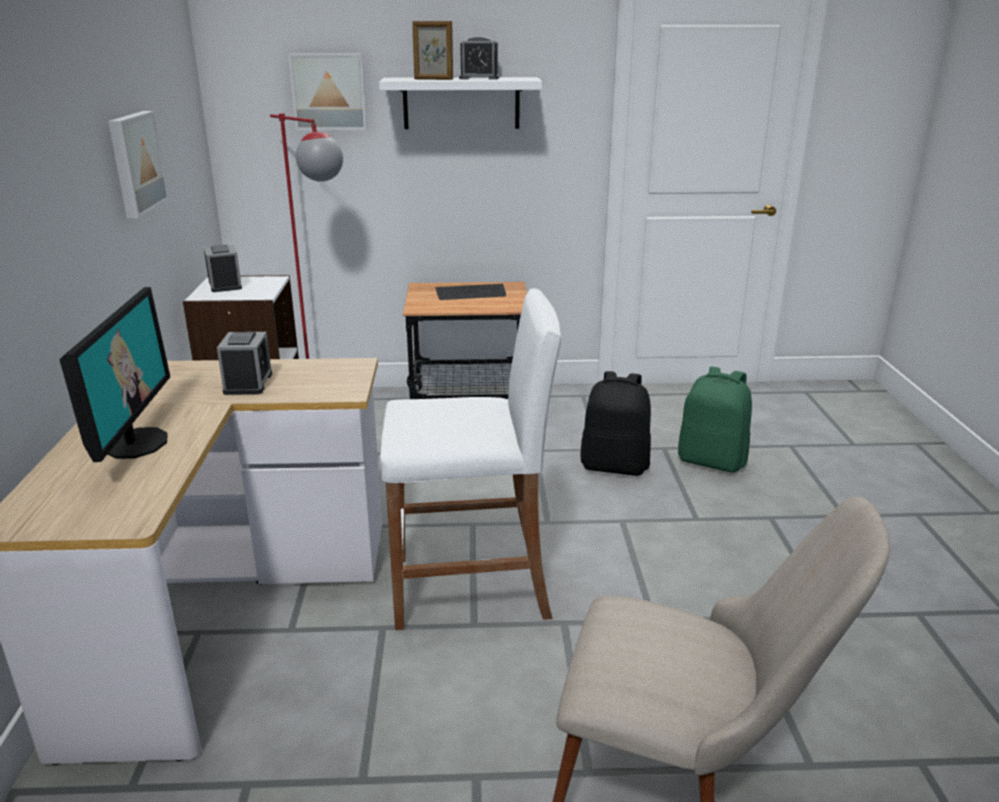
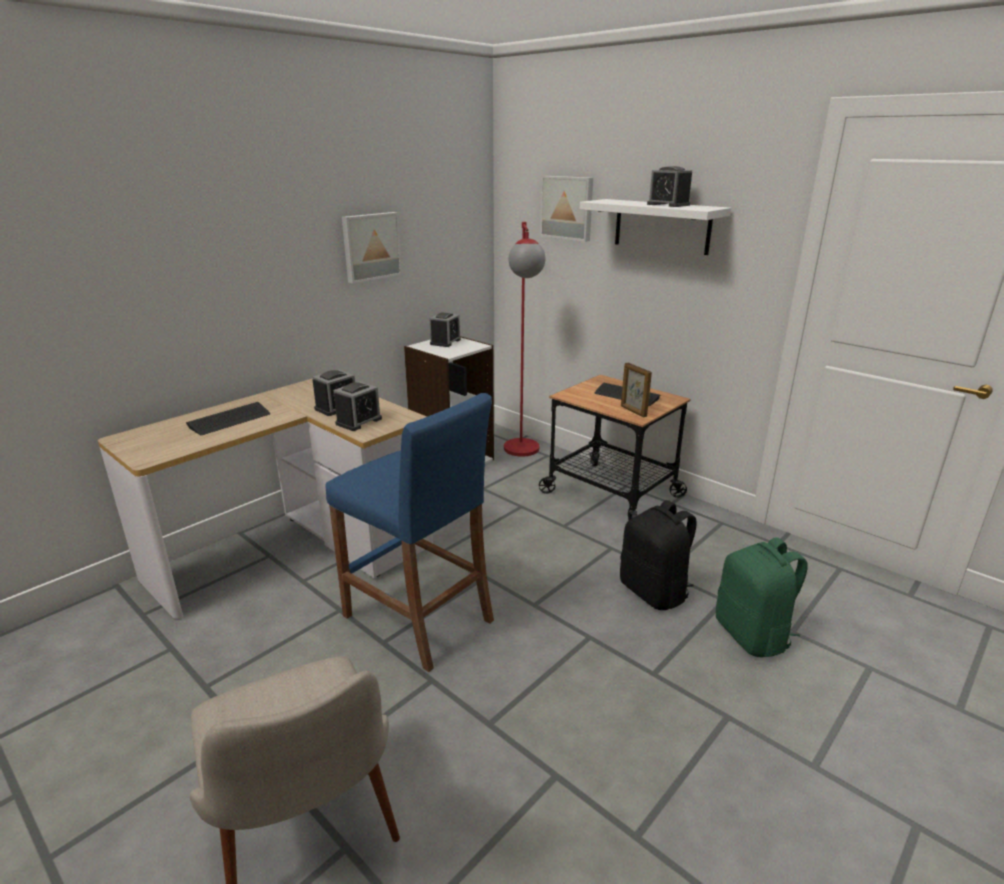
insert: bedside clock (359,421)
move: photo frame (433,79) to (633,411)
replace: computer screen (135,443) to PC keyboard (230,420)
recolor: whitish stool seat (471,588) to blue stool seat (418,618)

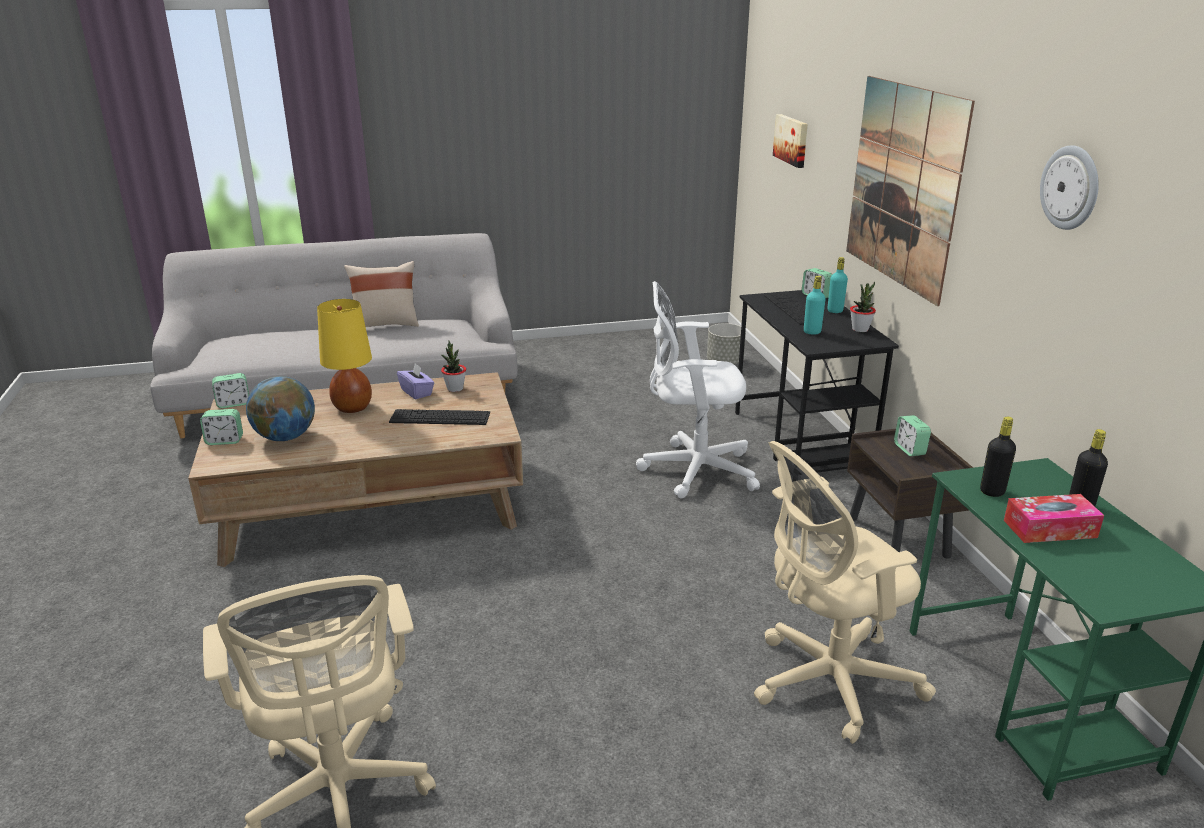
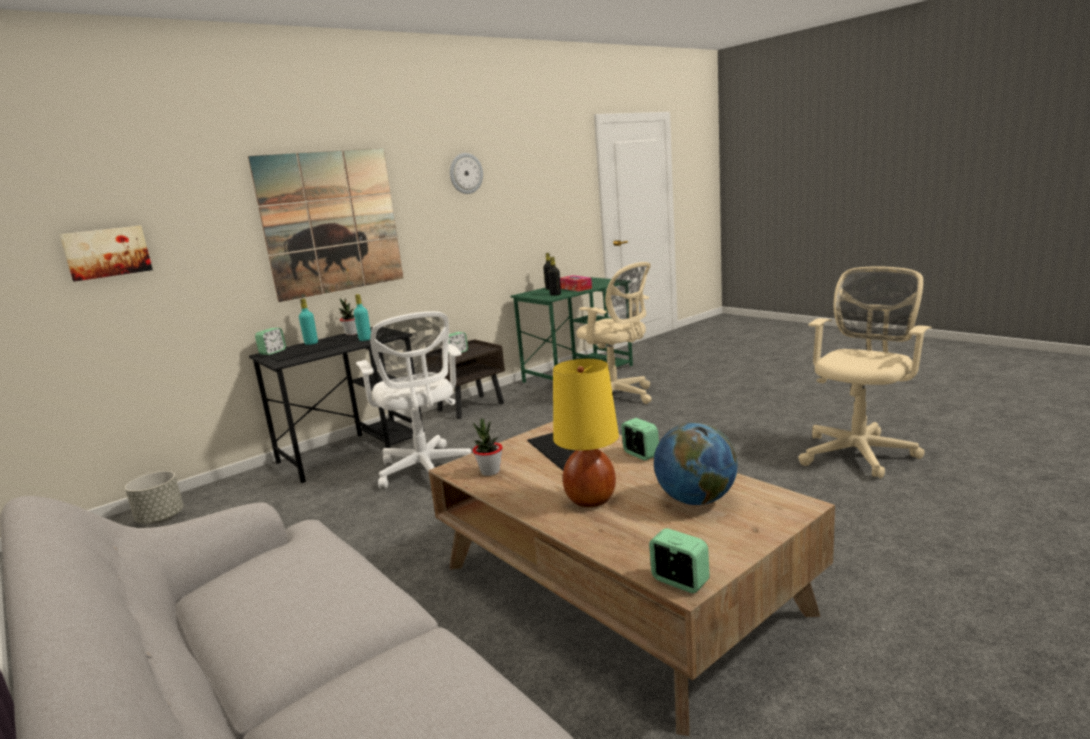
delete: beige-coloured throw pillow (385,324); purple-coloured box of tissues (417,392)
move: bedside clock (224,441) to (640,454)

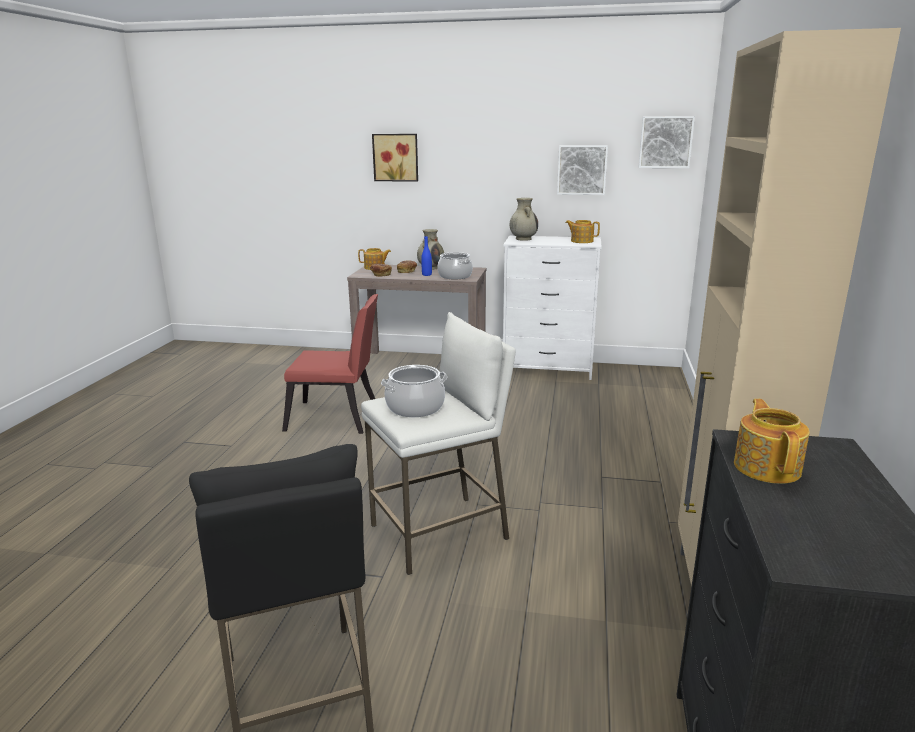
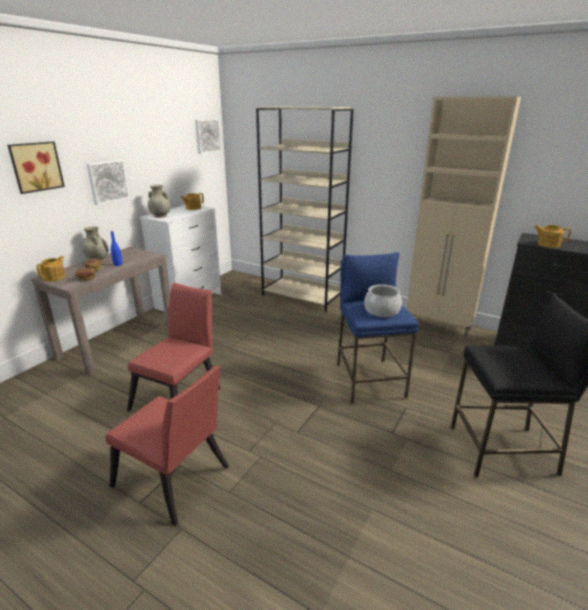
delete: cooking pot (455,276)
insert: beige-coloured bookshelf (302,296); reddish chair (175,481)
move: wall picture (582,170) to (107,181)
recolor: whitish stool seat (440,532) to blue stool seat (369,380)

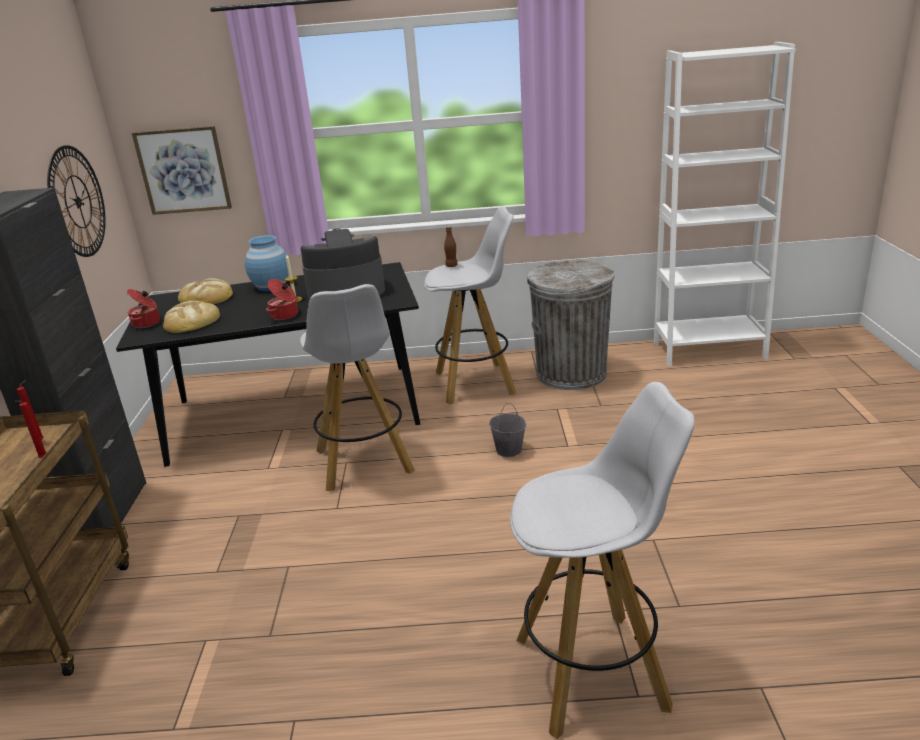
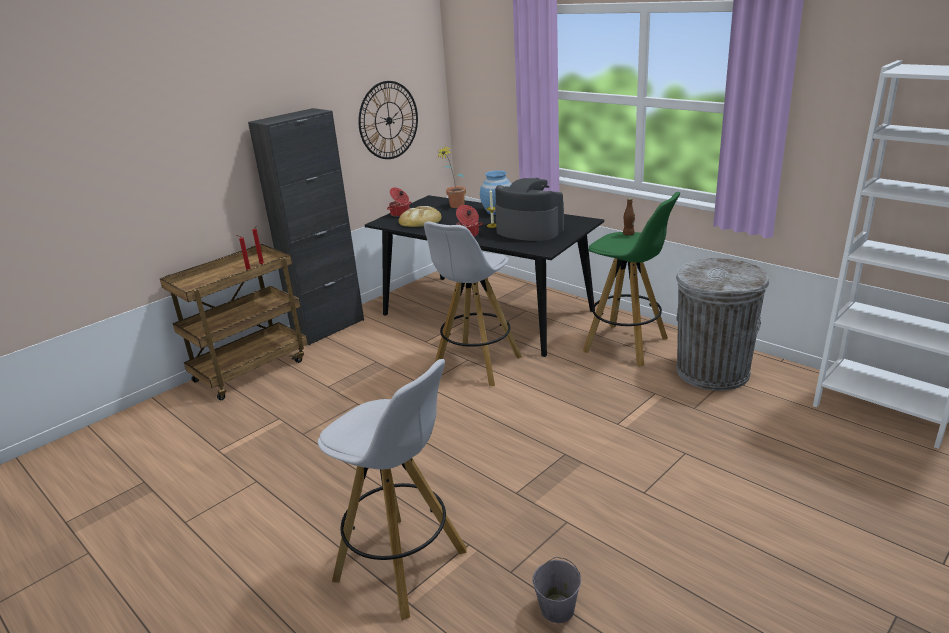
delete: wall picture (183,170)
move: greyish water bucket (508,450) to (557,609)
replace: bakery bread (207,297) to plant in a pot (454,207)
recolor: whitish stool seat (476,383) to green-coloured stool seat (627,345)

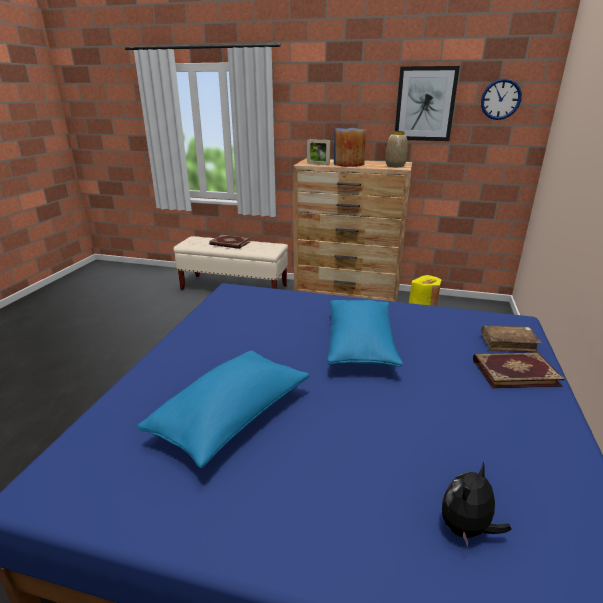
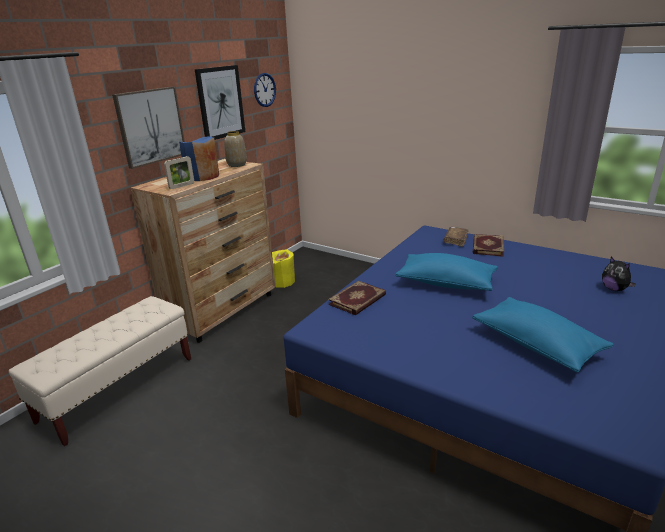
insert: wall picture (150,126)
move: bound book (229,243) to (358,300)

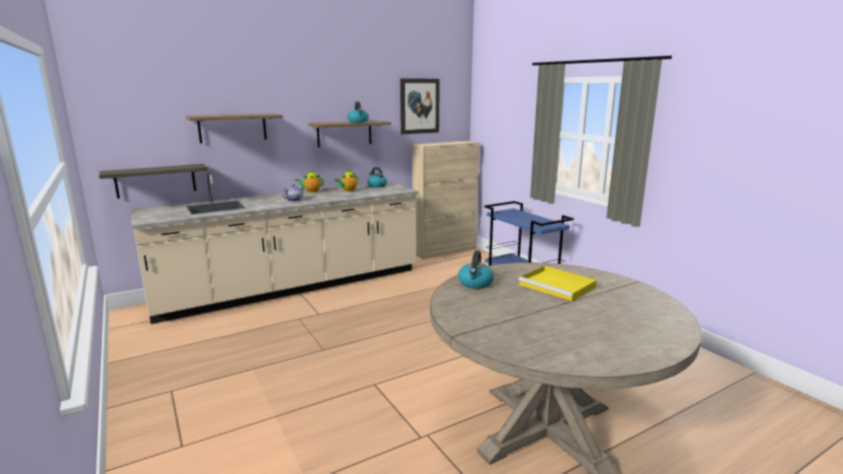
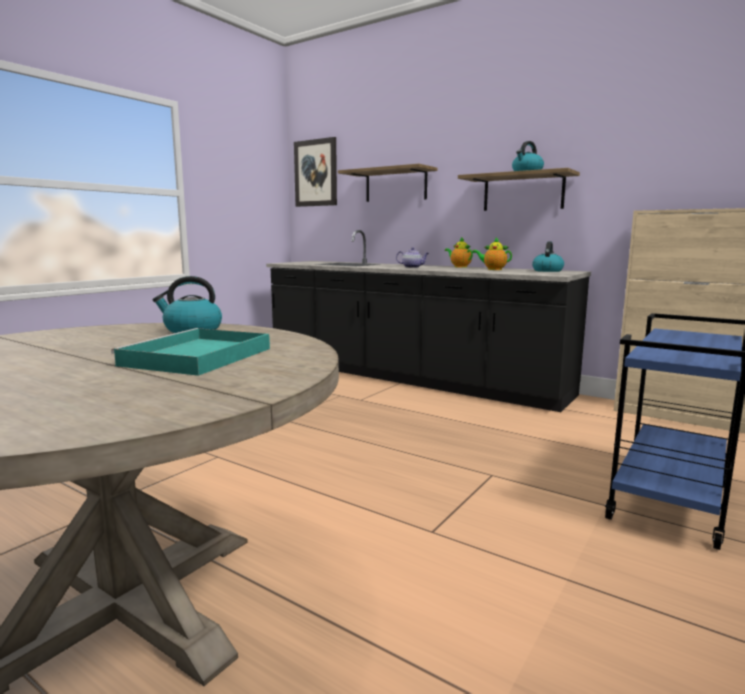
delete: wall shelf (156,181)
move: wall picture (419,106) to (316,173)
recolor: beige-coloured counter (292,287) to black-coloured counter (409,377); yellow serving tray (558,286) to turquoise serving tray (196,357)

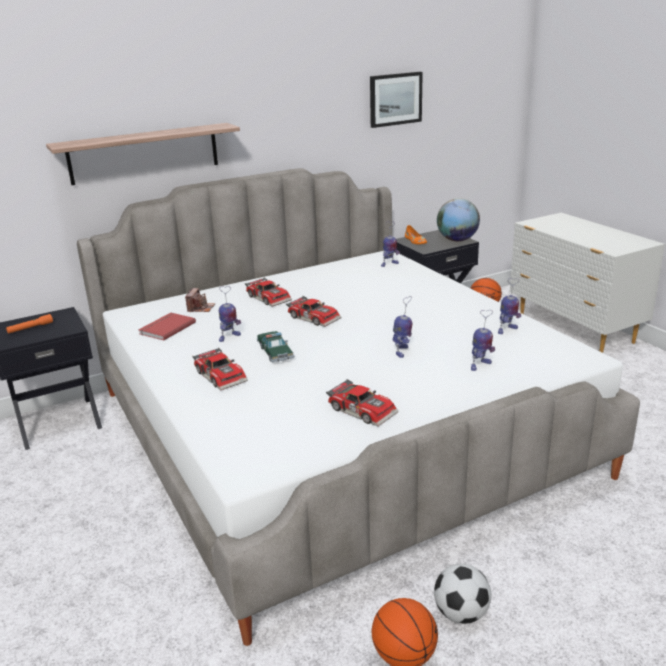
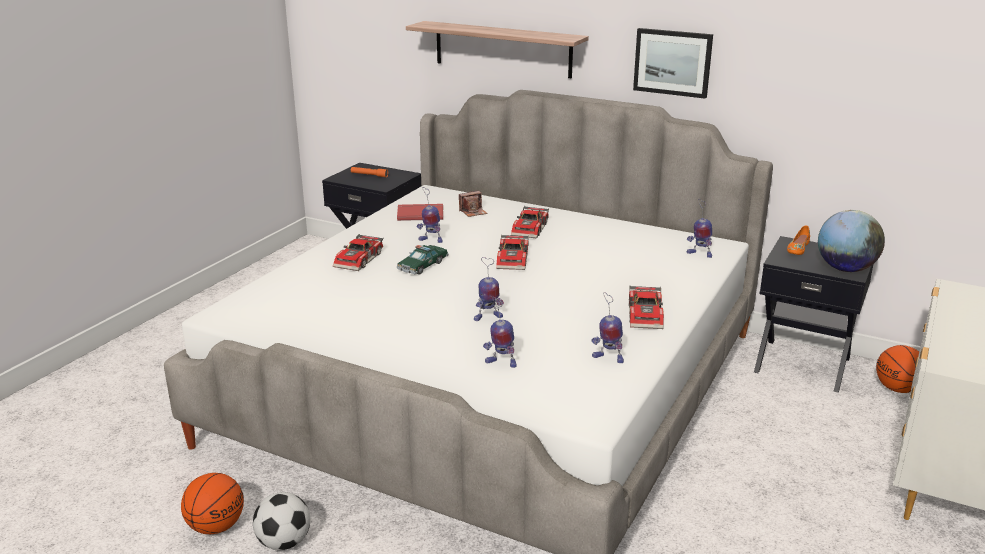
move: wall picture (395,99) to (672,62); miniature car (363,409) to (647,315)

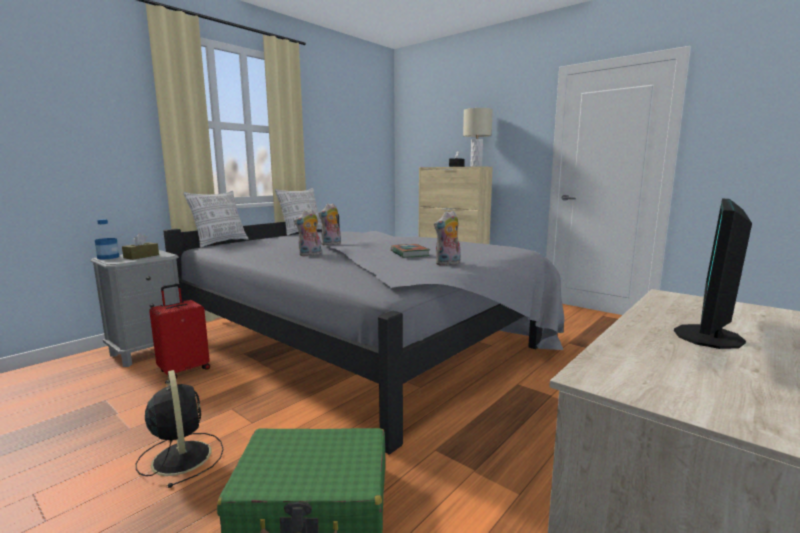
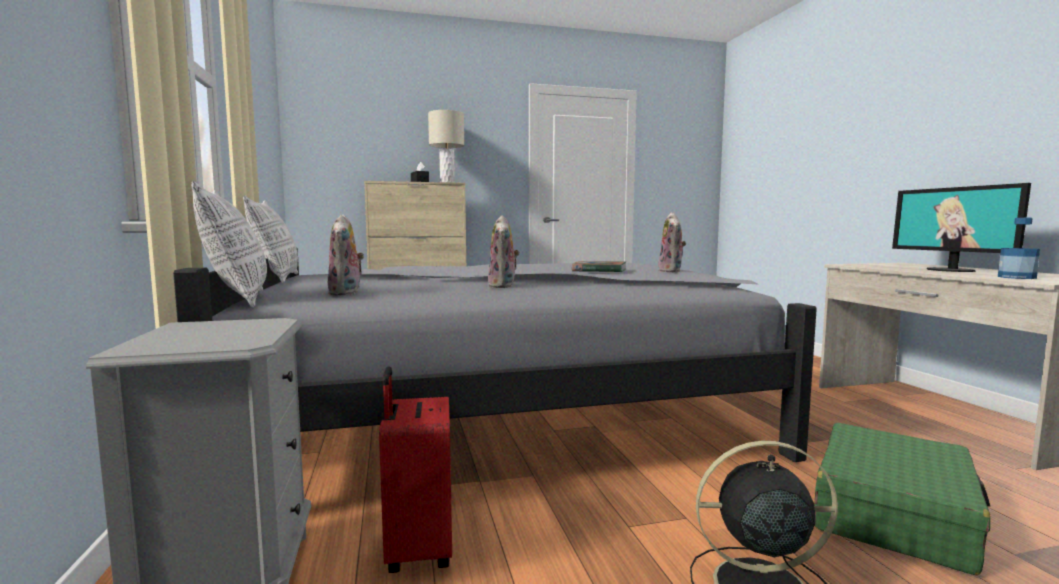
delete: brown box of tissues (141,256)
move: plush toy (331,244) to (346,293); bottle (108,257) to (1016,277)

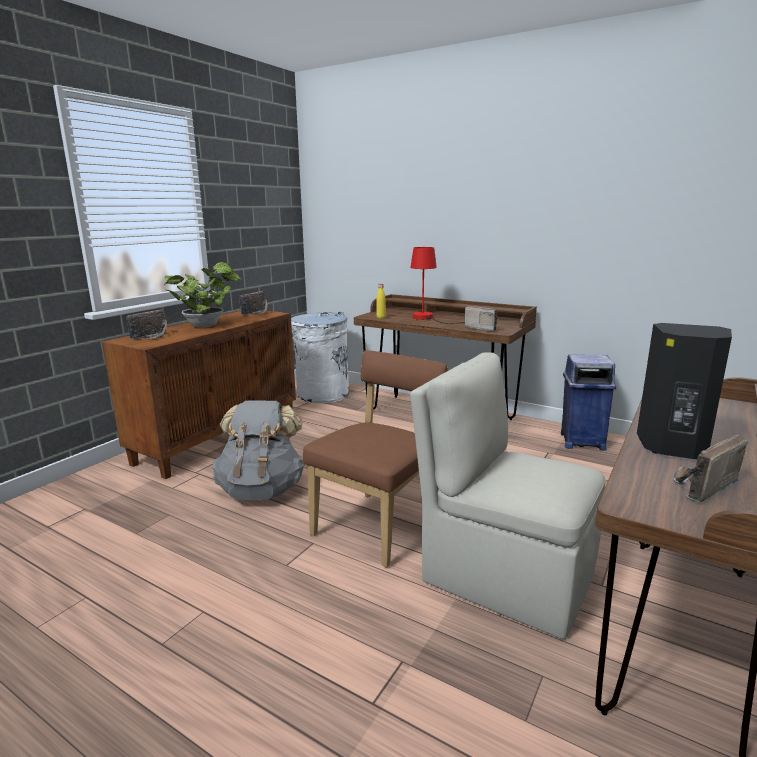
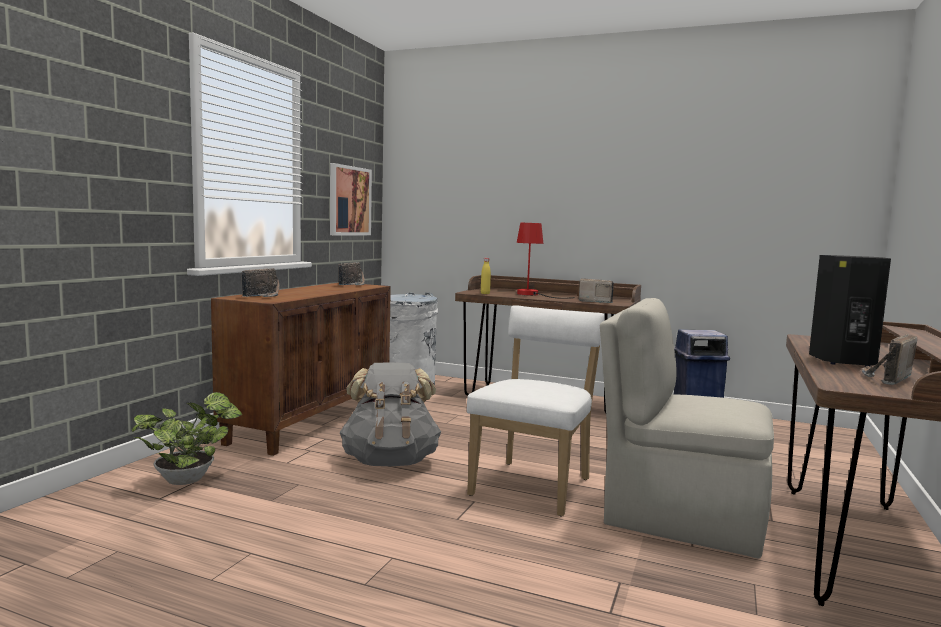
insert: wall picture (349,201)
move: plant in a pot (207,325) to (189,479)
recolor: brown chair (379,524) to whitish chair (534,485)

